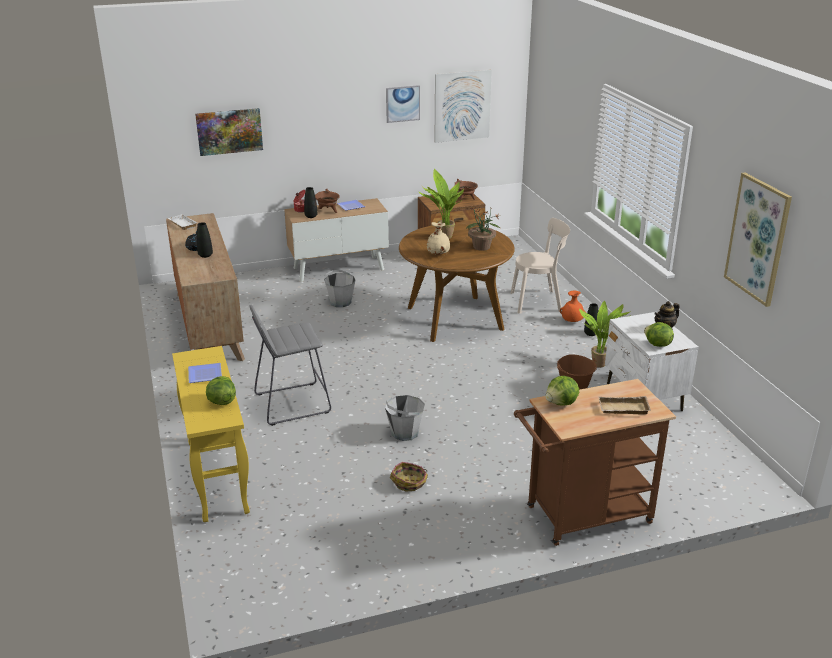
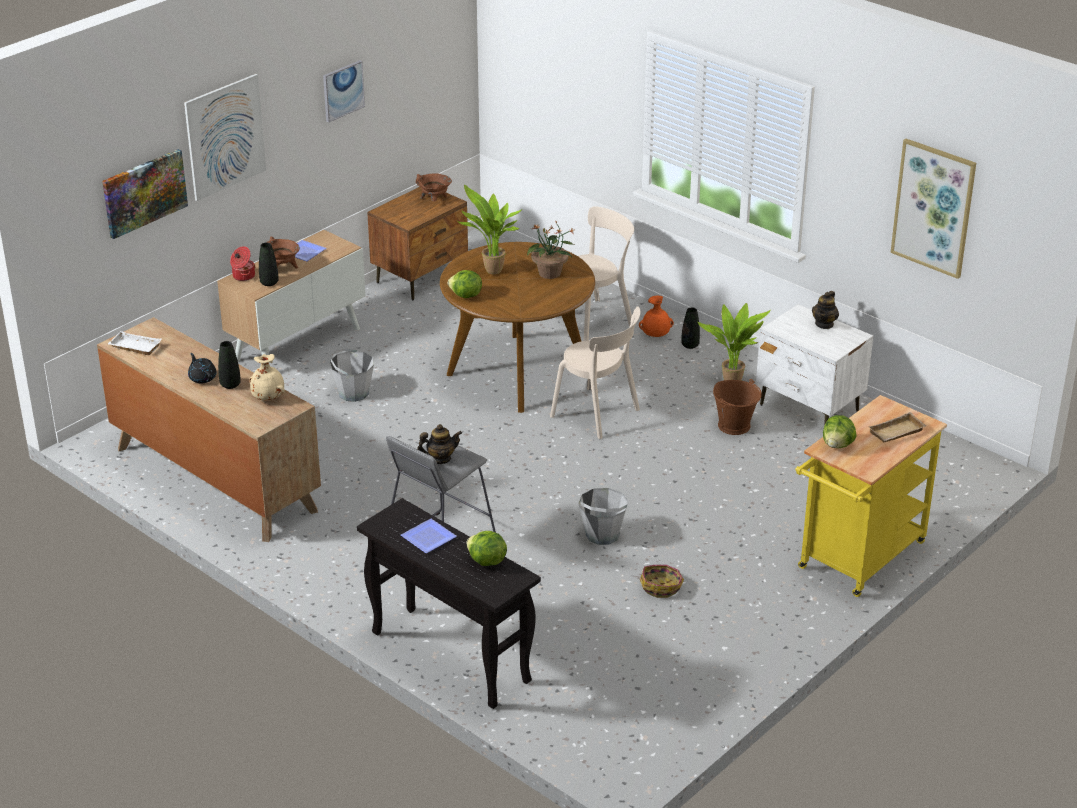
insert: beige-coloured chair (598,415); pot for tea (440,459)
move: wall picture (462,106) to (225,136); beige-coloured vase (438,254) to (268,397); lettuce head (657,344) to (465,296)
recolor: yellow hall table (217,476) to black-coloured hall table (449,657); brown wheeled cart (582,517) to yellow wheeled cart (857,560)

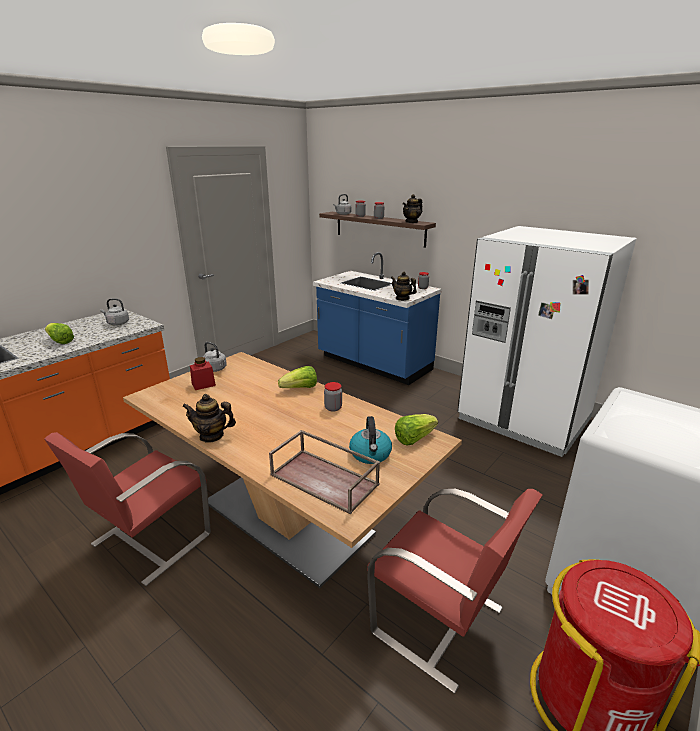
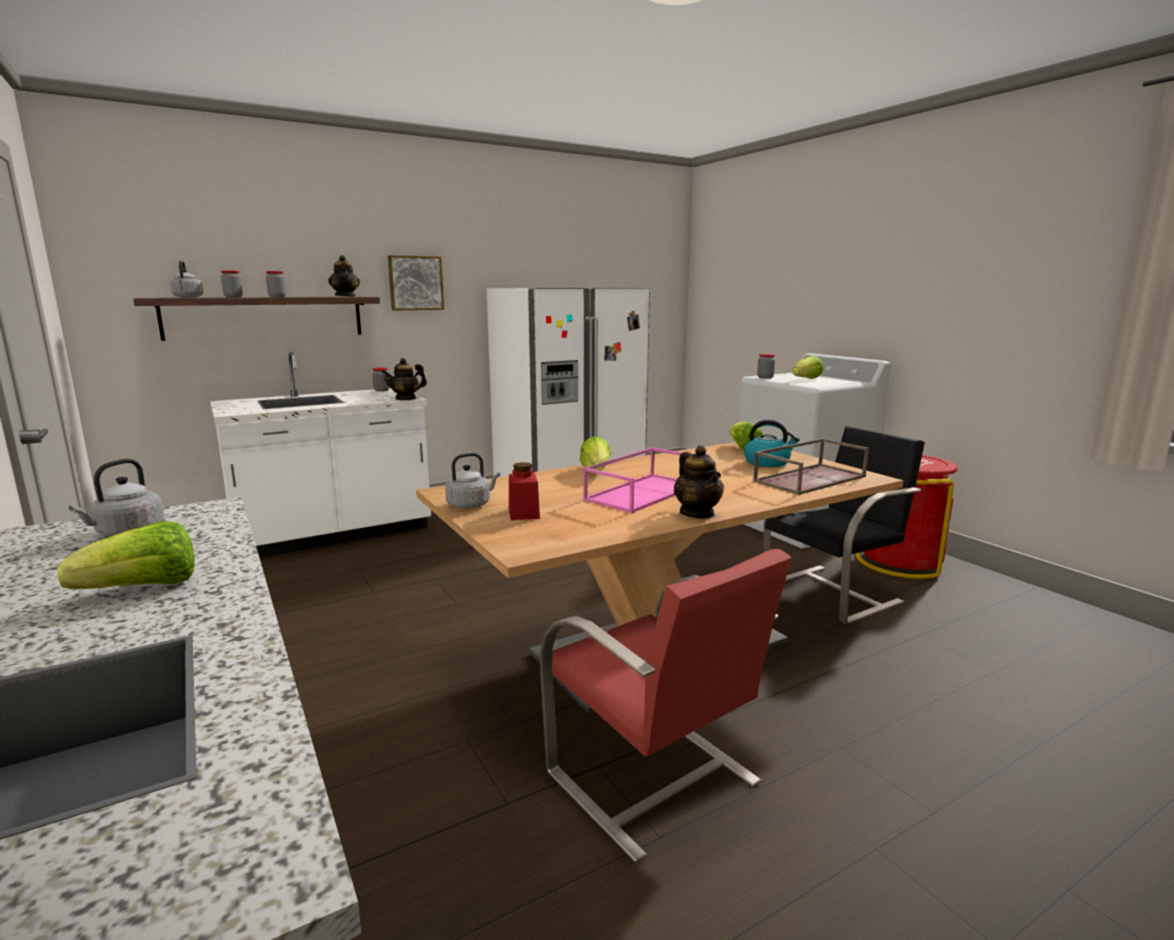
insert: wall picture (415,283); lettuce head (806,379); pink serving tray (642,492)
move: jar (333,408) to (765,378)
recolor: blue counter (373,364) to whitish counter (333,534); reddish chair (440,622) to black-coloured chair (833,593)
rotate: pot for tea (211,436) = (697,513) 45 degrees counterclockwise

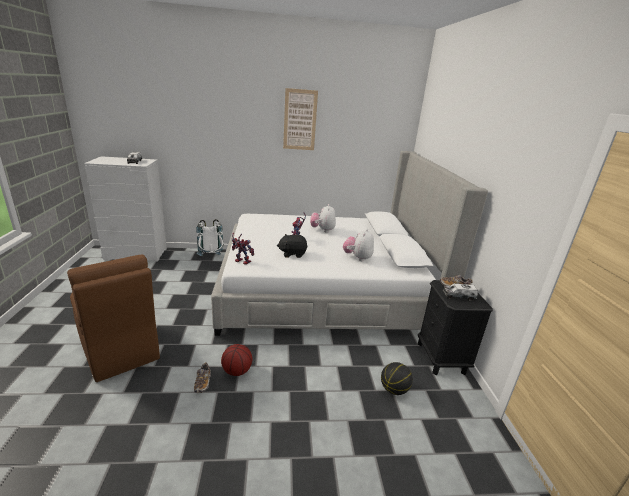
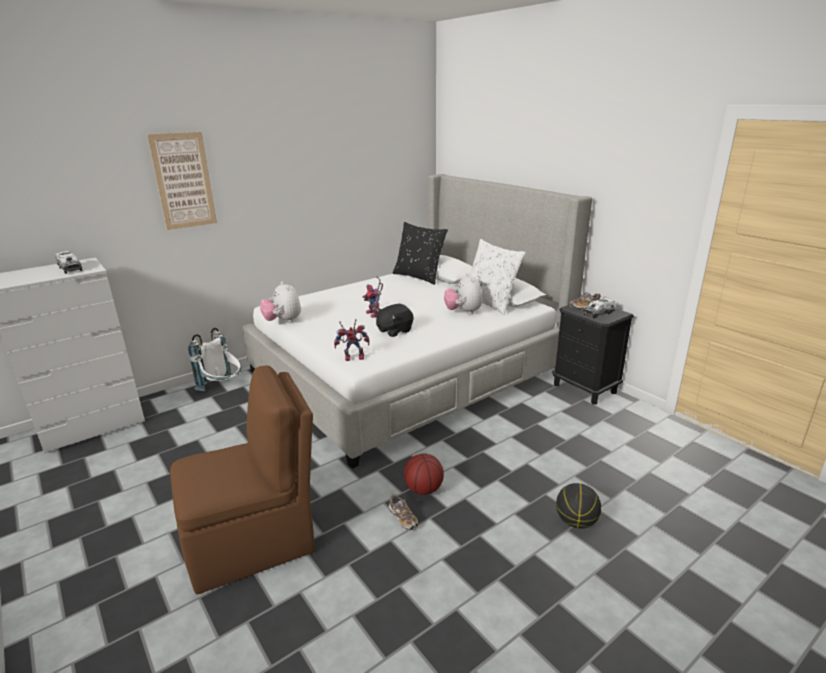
insert: black-coloured throw pillow (419,277); whitish throw pillow (490,303)
move: wall picture (300,120) to (183,181); plush toy (322,230) to (283,321); basketball ball (394,390) to (576,522)
rotate: brown chair (120,351) = (253,541) 45 degrees counterclockwise

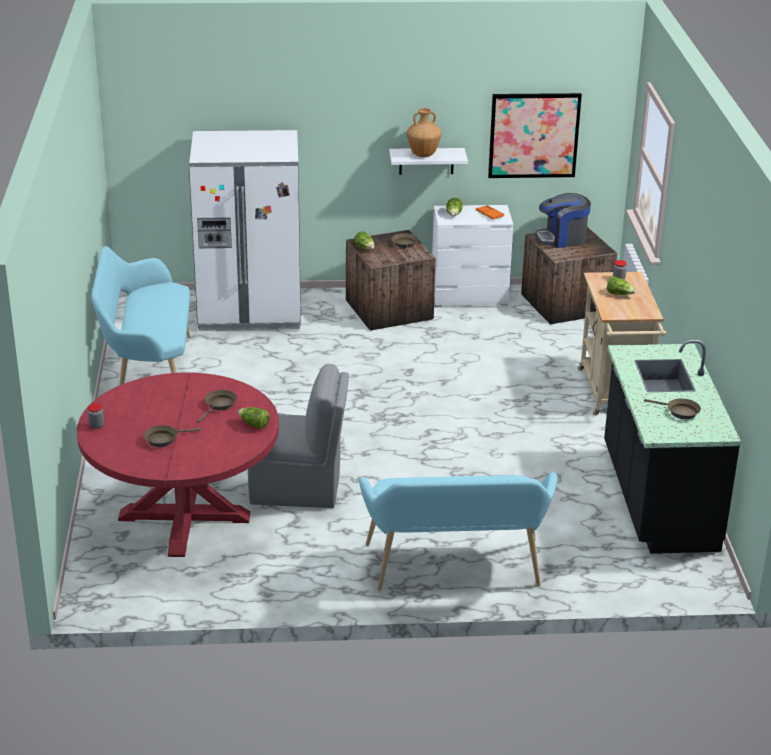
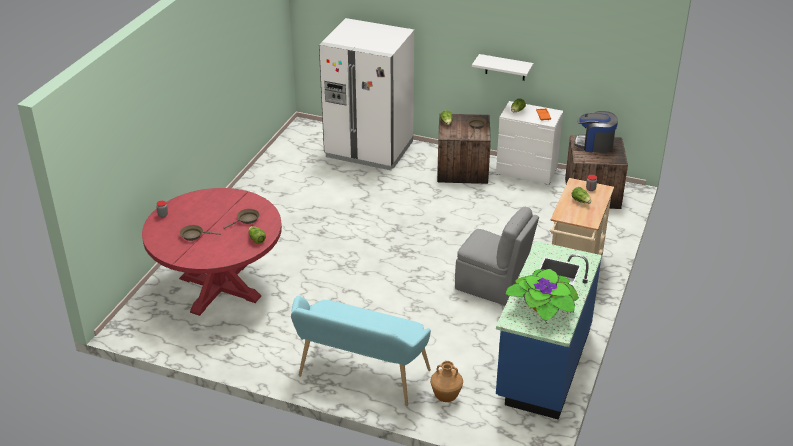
delete: wall picture (533,135); turquoise long seat (148,373)
move: brown vase (423,155) to (445,397); greyish chair (298,488) to (492,286)
replace: brown frying pan (679,412) to plant in a pot (542,308)
recolor: black-coloured counter (657,498) to blue counter (542,364)

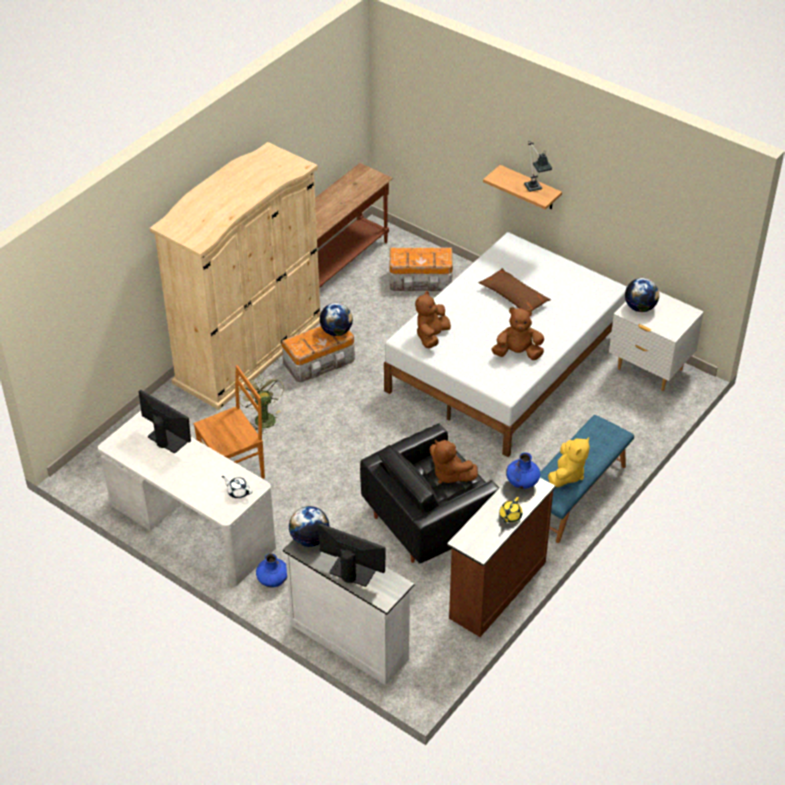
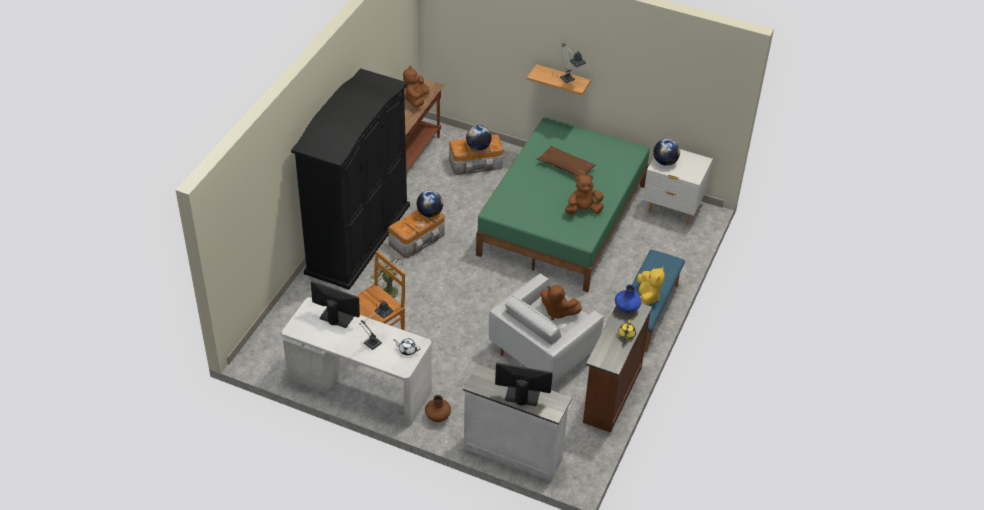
insert: lamp for a table (375,341)
move: brown plush toy (431,336) to (416,100); world globe (309,539) to (478,147)
recolor: beige-coloured armoire (249,350) to black-coloured armoire (358,238); whitish sleeping bed (506,363) to green-coloured sleeping bed (563,220); black-coloured easy chair (430,520) to whitish easy chair (544,350); blue vase (273,580) to brown vase (437,416)

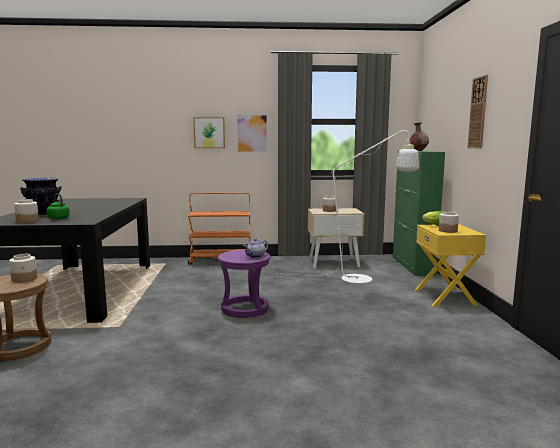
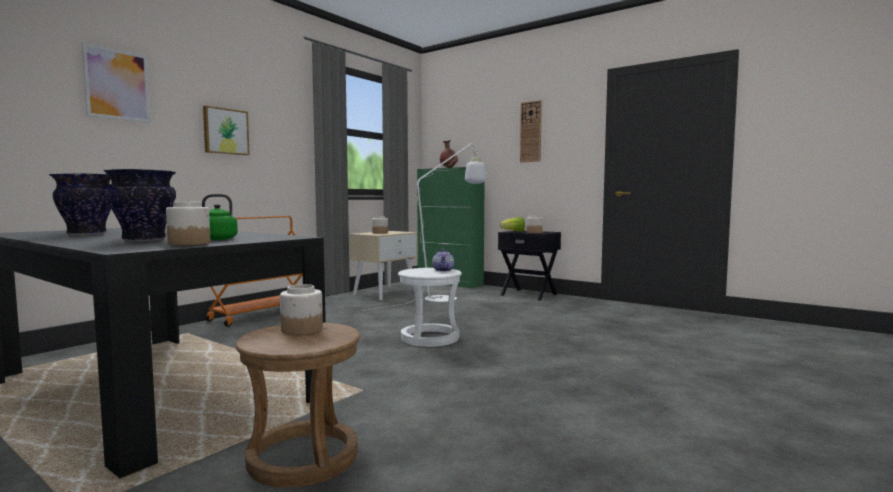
insert: vase (86,234)
move: wall picture (252,133) to (117,84)
recolor: yellow nightstand (445,297) to black-coloured nightstand (529,294); purple-coloured stool seat (245,309) to whitish stool seat (430,338)

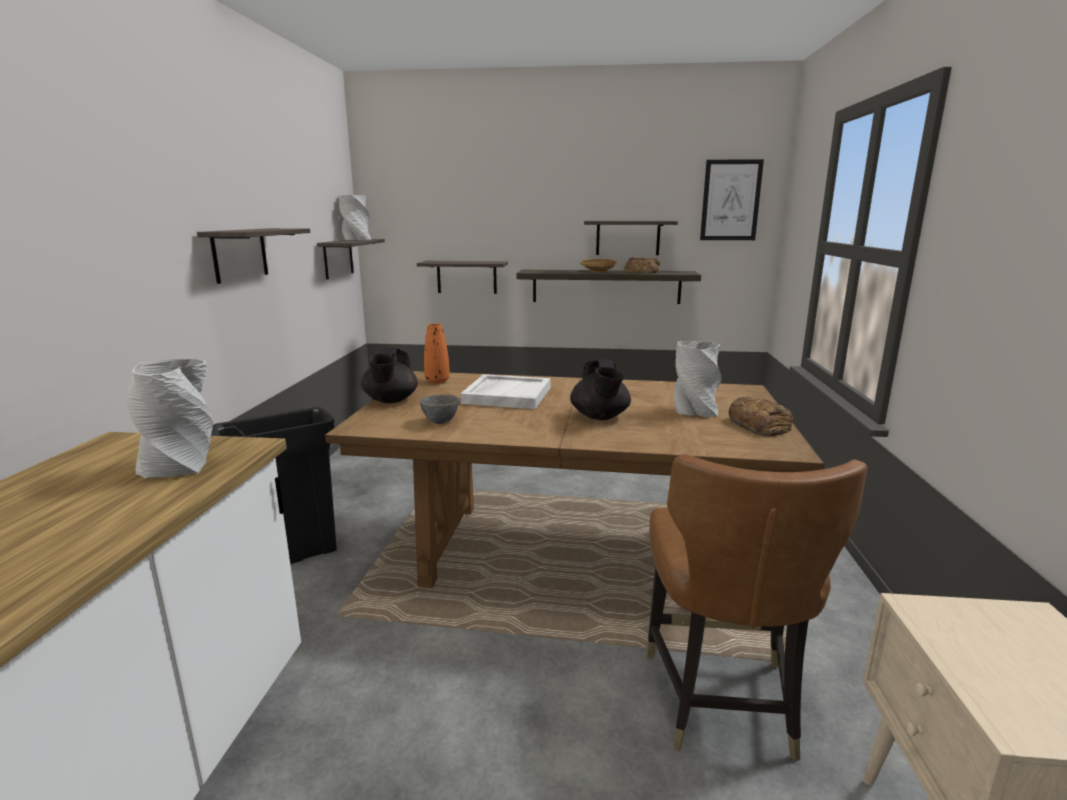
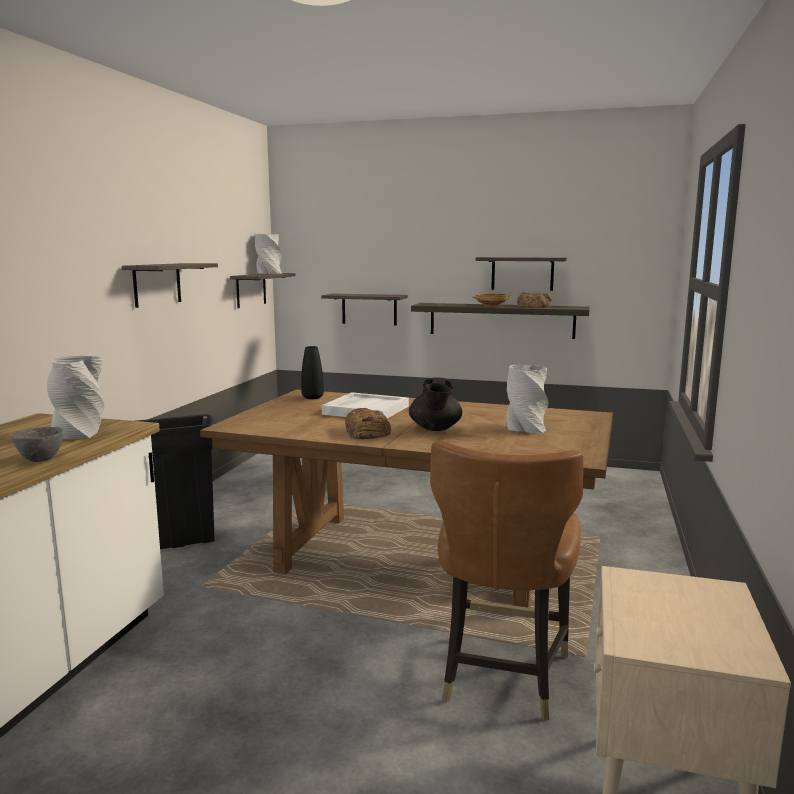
delete: wall picture (730,200); black-coloured pot for tea (390,400)
move: greyish bowl (440,422) to (40,460); bakery bread (759,425) to (366,431)
recolor: orangey vase (437,381) to black-coloured vase (312,397)

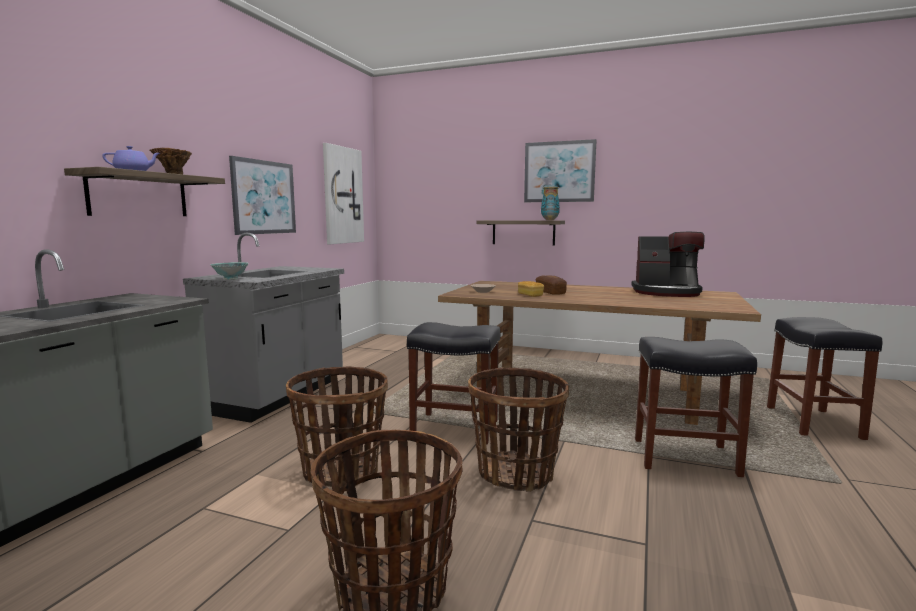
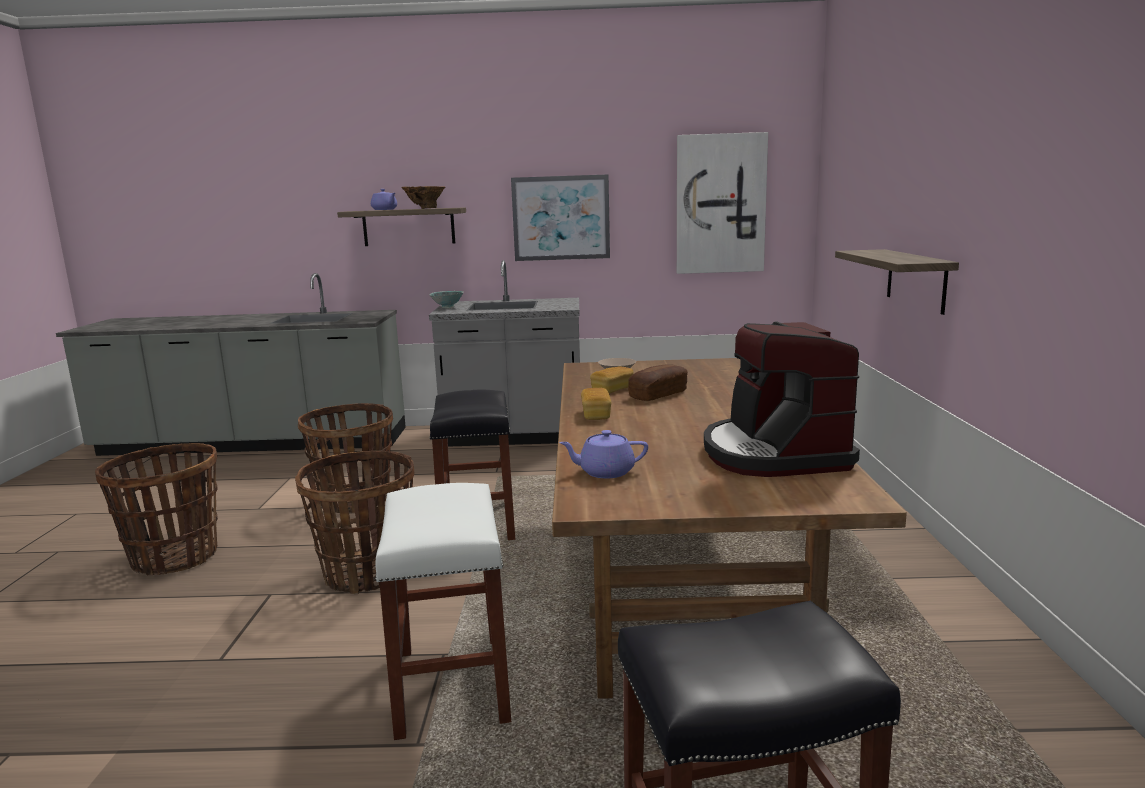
delete: wall picture (559,172); vase (550,220)
insert: bakery bread (596,415); purple-coloured pot for tea (605,472)
recolor: black-coloured stool seat (683,457) to whitish stool seat (450,684)

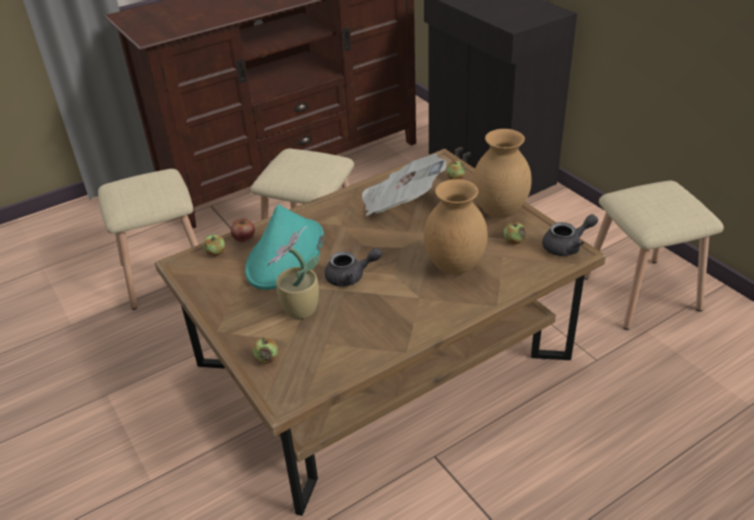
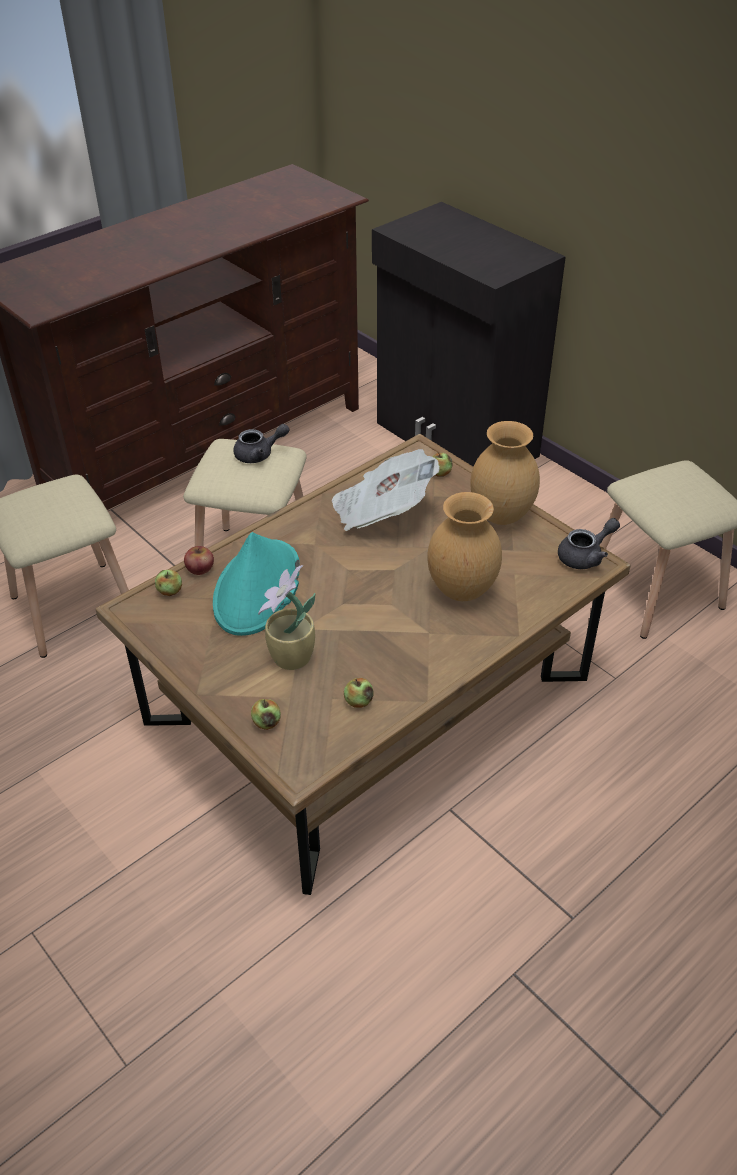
move: whole apple (513,241) to (358,701); greyish pot for tea (351,277) to (259,454)

